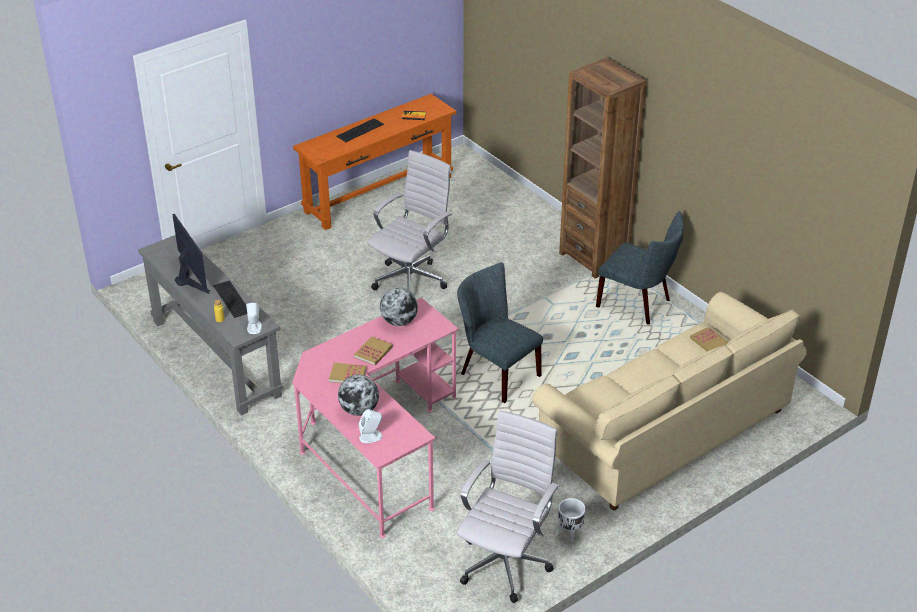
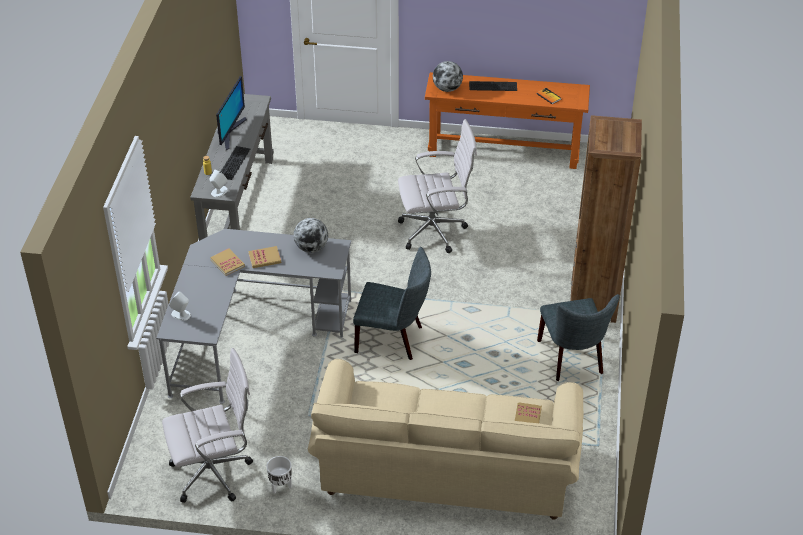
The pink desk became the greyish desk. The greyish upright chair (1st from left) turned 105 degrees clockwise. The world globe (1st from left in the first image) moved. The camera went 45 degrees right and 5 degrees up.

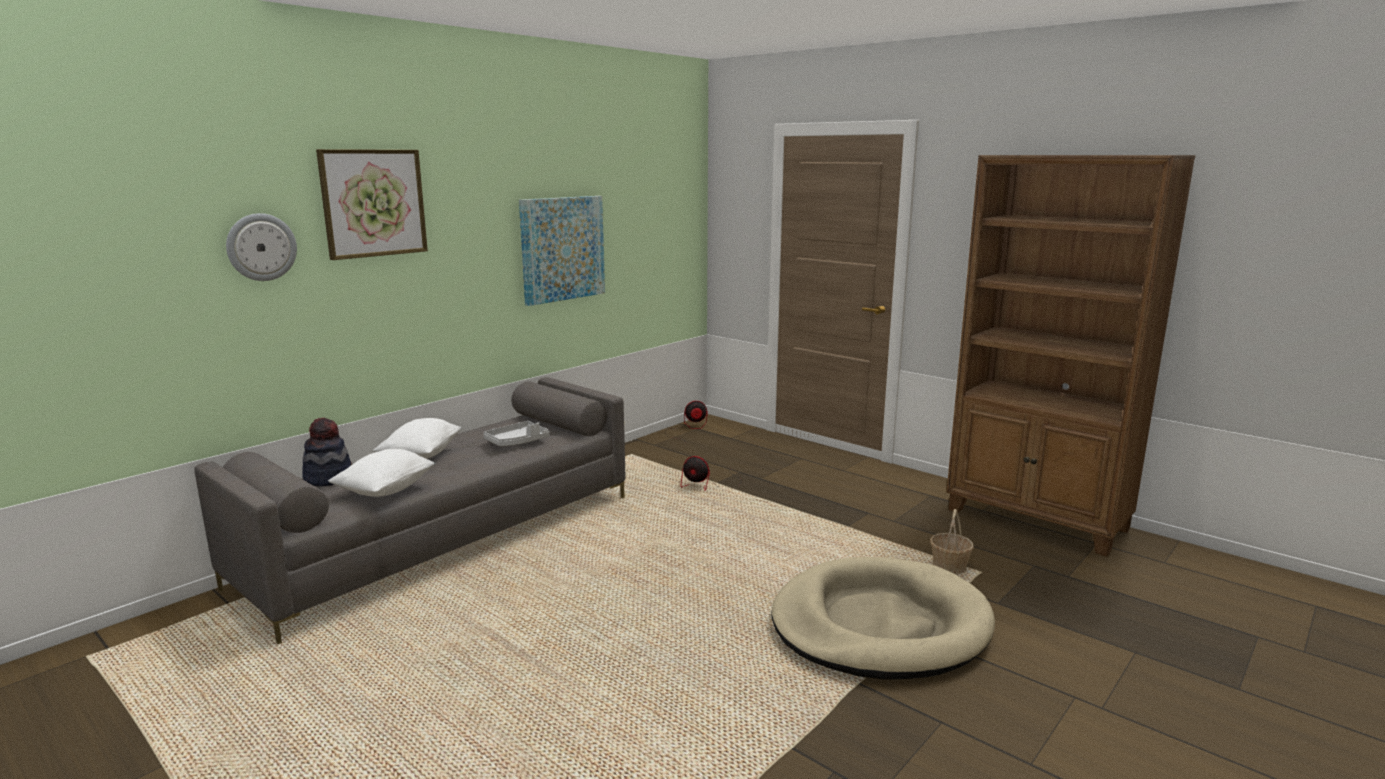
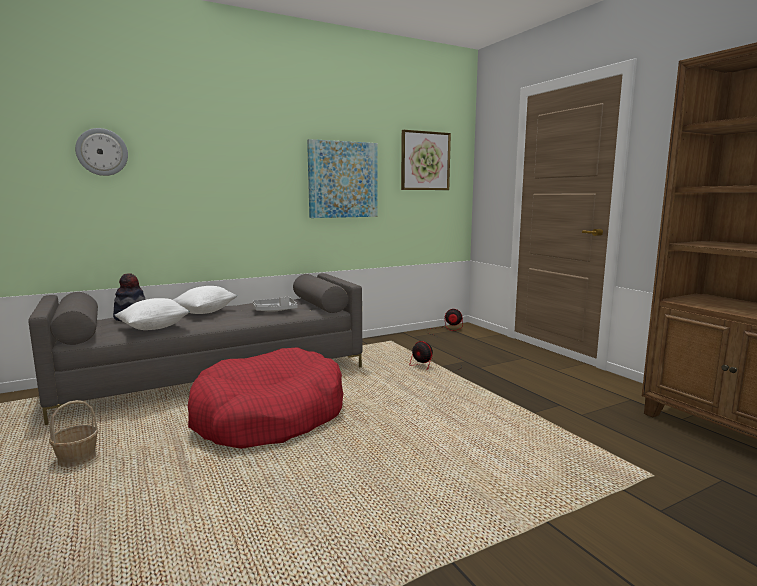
The storage basket moved. The red dog cushion appeared. The wall art (1st from left in the first image) moved. The sand-coloured dog cushion disappeared. The camera went 20 degrees right and 5 degrees down.

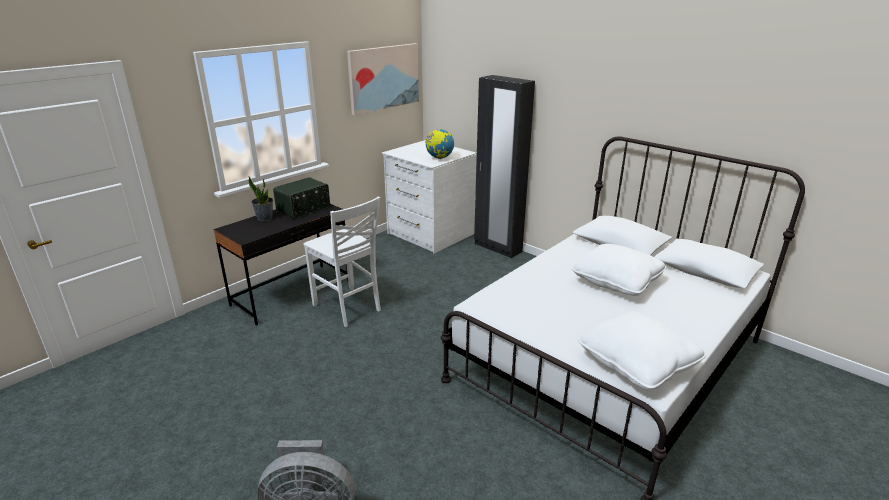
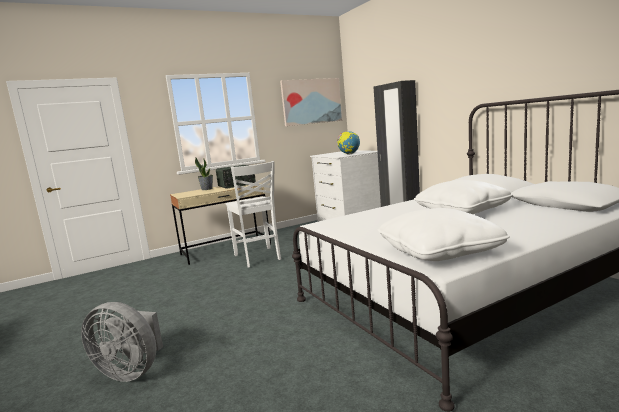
The blackish desk became the sand-coloured desk. The camera went 20 degrees right and 15 degrees down.

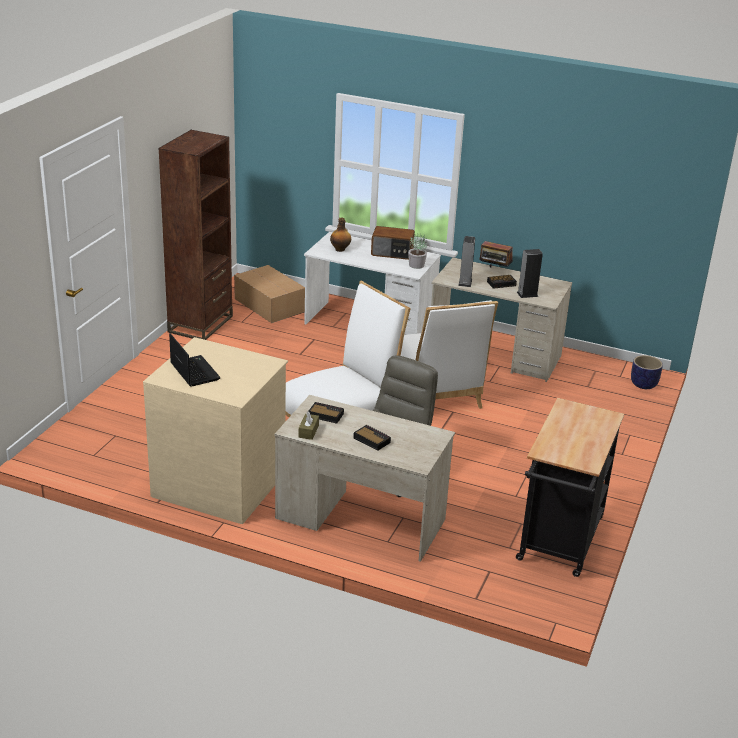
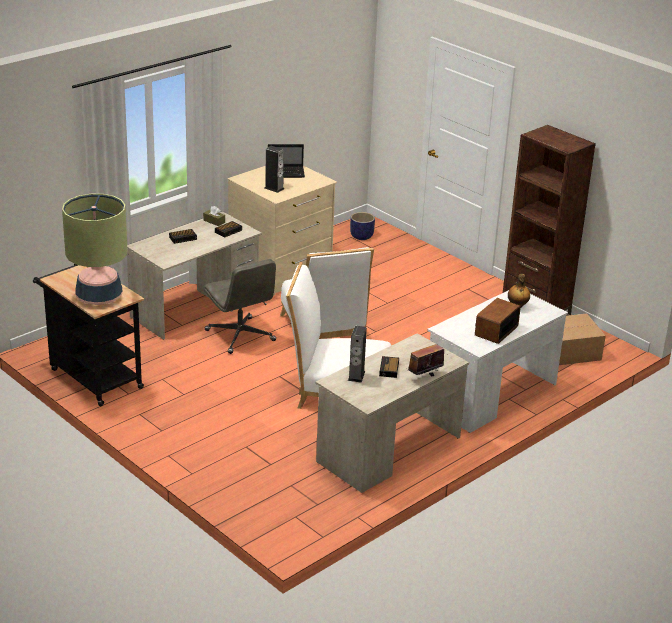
The tabletop lamp appeared. The speaker (1st from left) moved. The plant pot moved. The houseplant disappeared. The camera went 115 degrees right and 0 degrees up.

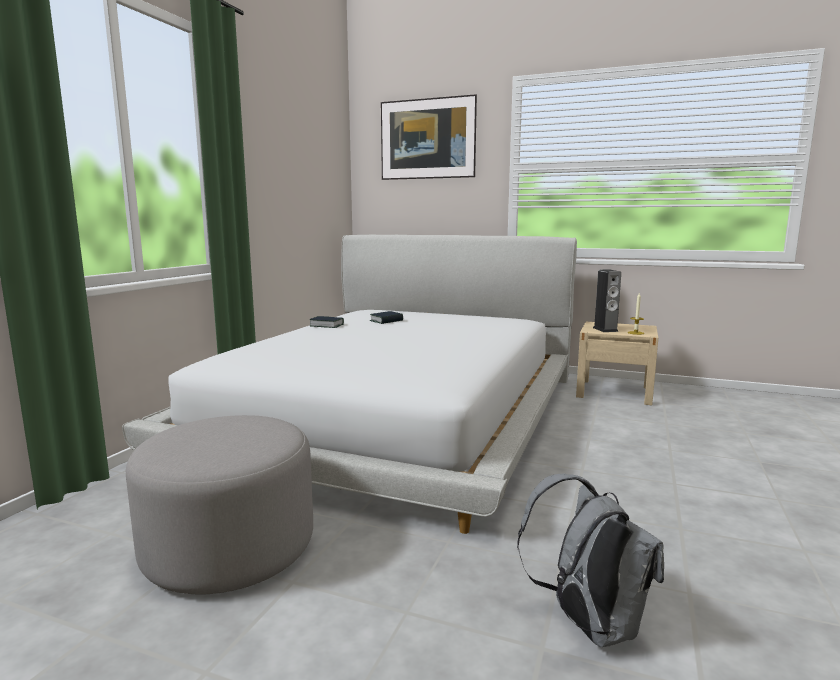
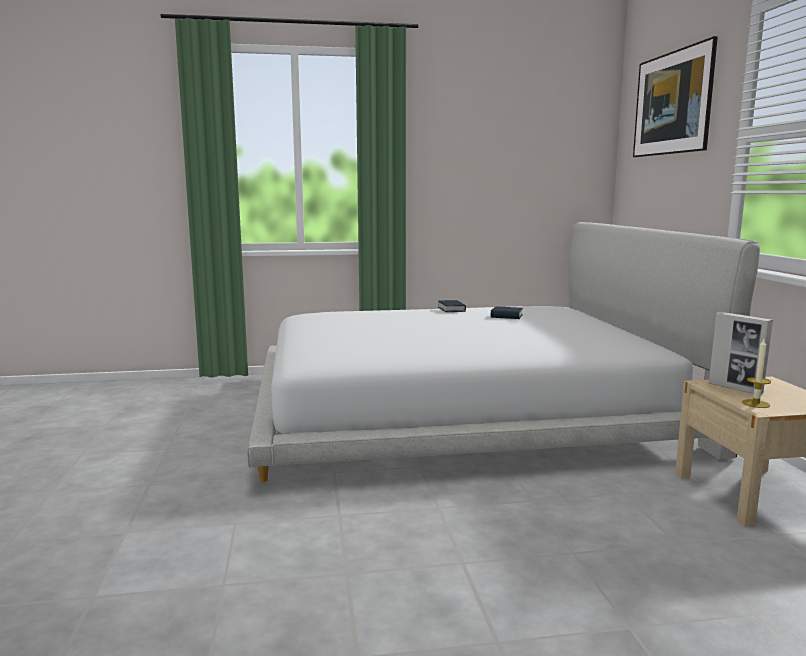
The speaker was replaced by the standing frame. The greyish pouffe disappeared. The greyish backpack disappeared. The camera went 60 degrees right and 0 degrees up.

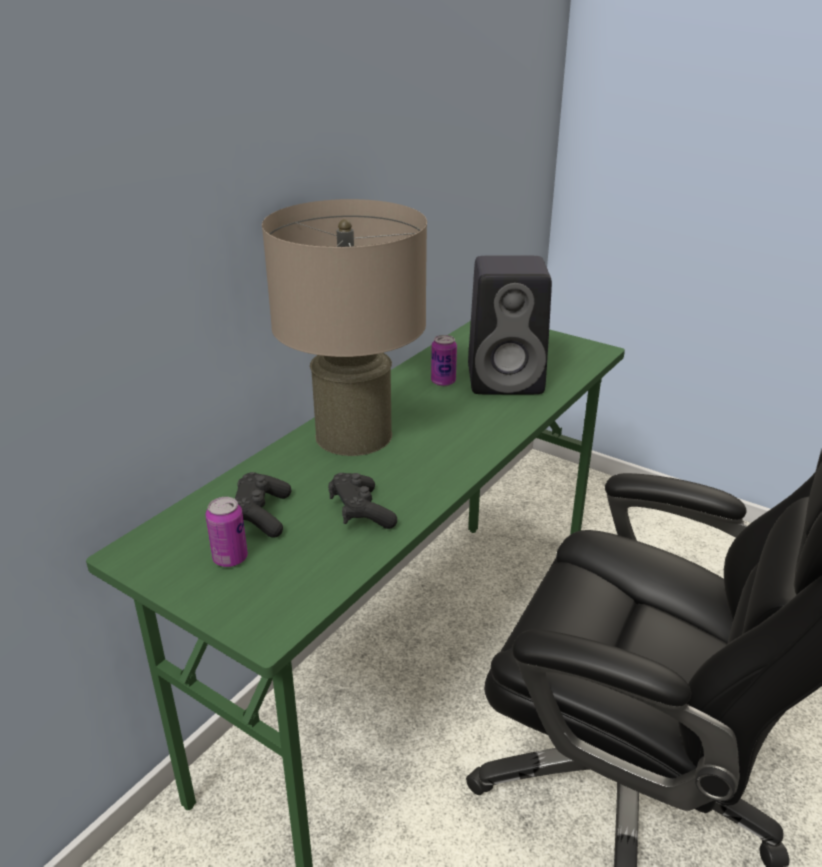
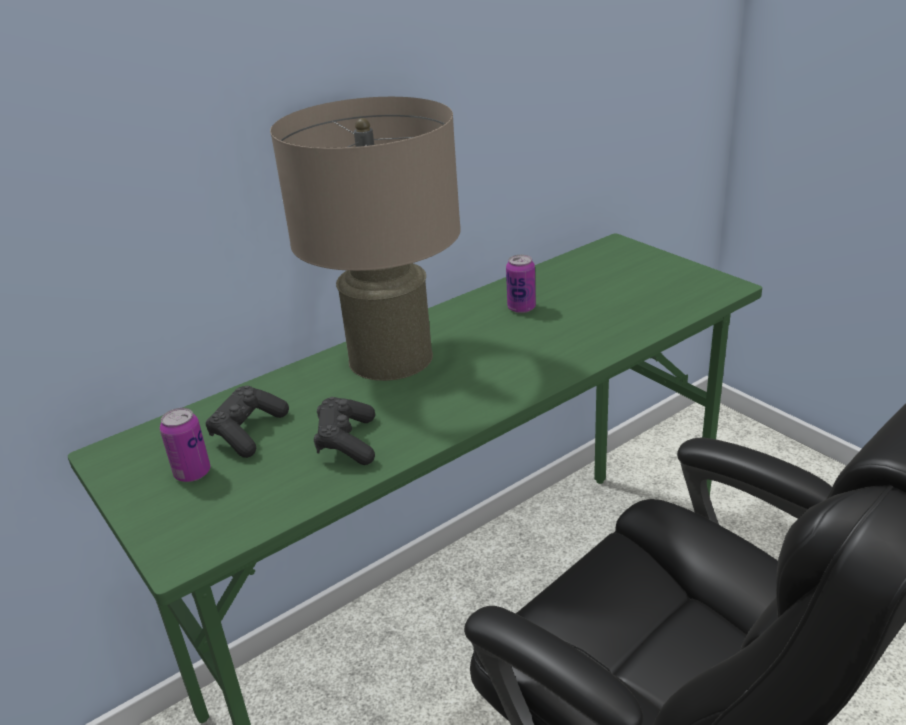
The blackish speaker disappeared. The camera went 20 degrees right and 0 degrees up.

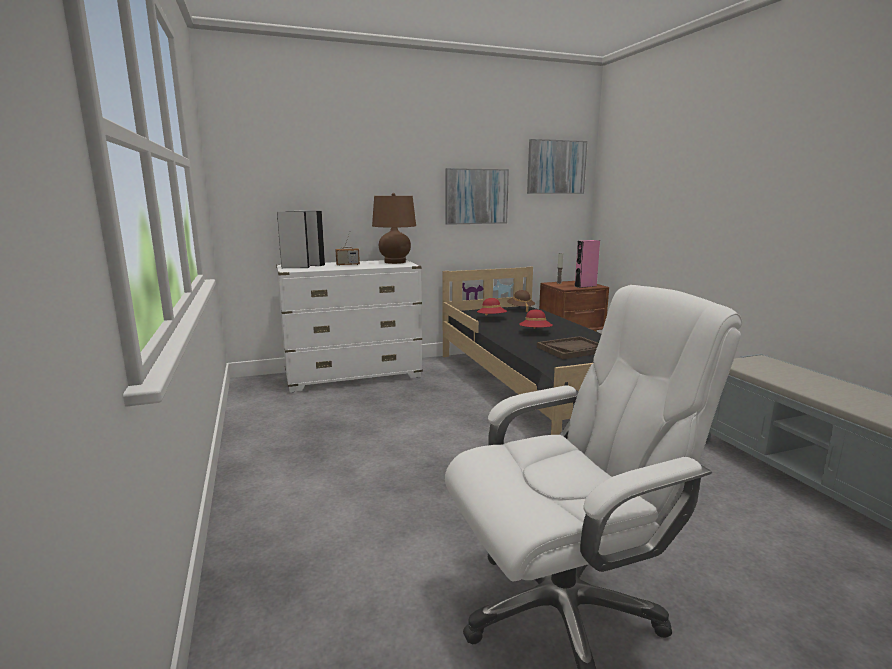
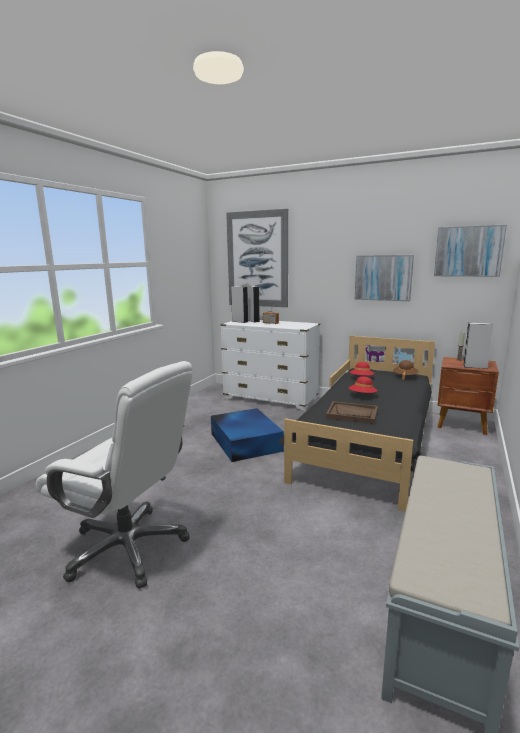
The blue storage container appeared. The wall art (1st from left) appeared. The pink speaker became the greyish speaker (3rd from left). The brown tabletop lamp disappeared. The camera went 45 degrees right and 0 degrees up.

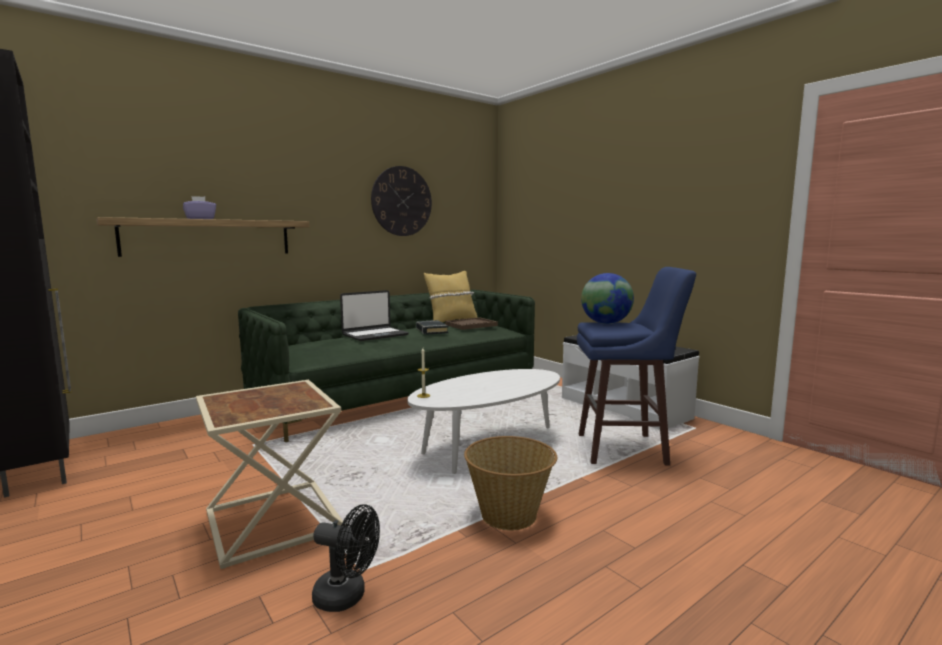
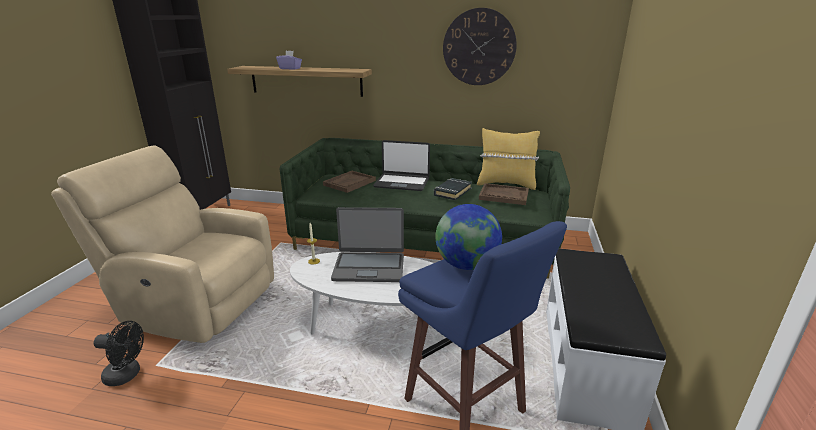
The sand-coloured accent table was replaced by the sand-coloured easy chair. The blackish electric fan turned 60 degrees counterclockwise. The brown carrying tray (1st from left) appeared. The laptop (1st from left) appeared. The storage basket disappeared. The camera went 50 degrees right and 15 degrees up.

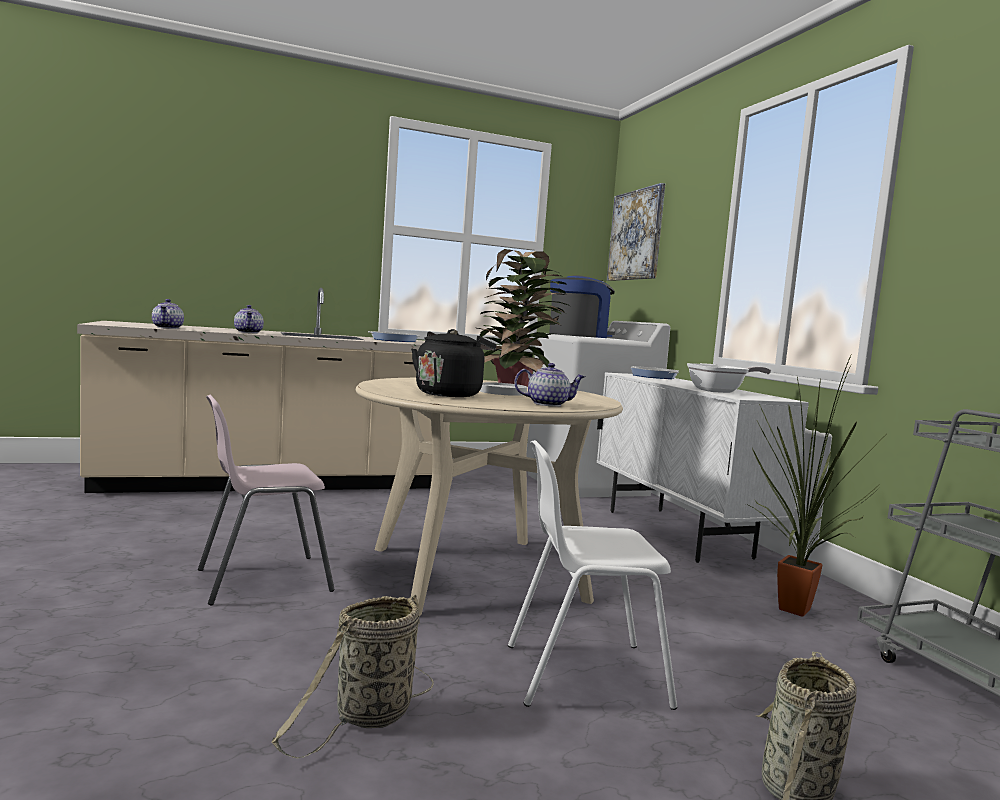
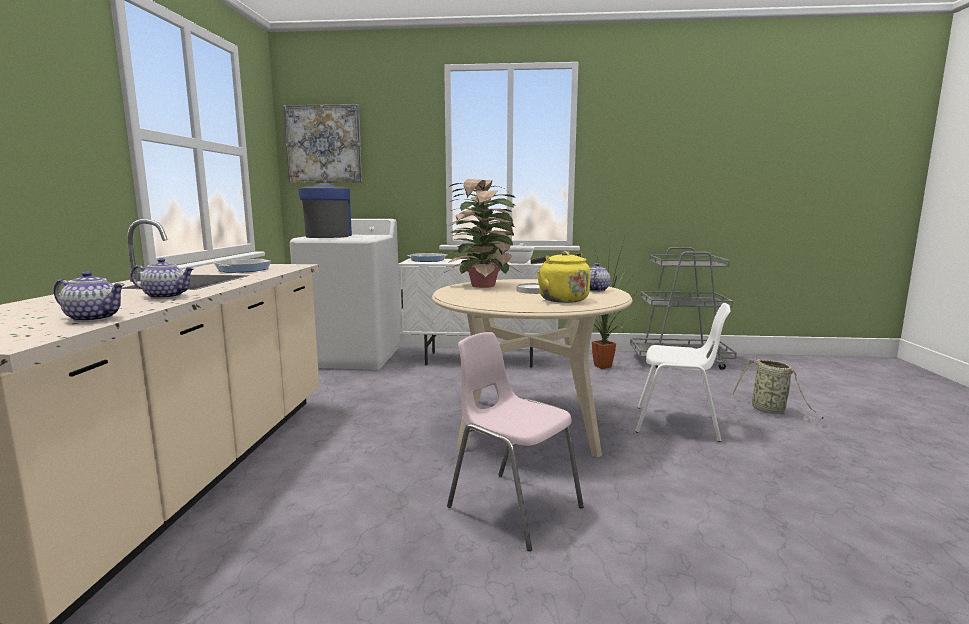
The pink upright chair turned 135 degrees clockwise. The blackish tea kettle became the yellow tea kettle. The whitish upright chair turned 90 degrees counterclockwise. The storage basket (1st from left) disappeared. The camera went 65 degrees left and 5 degrees up.

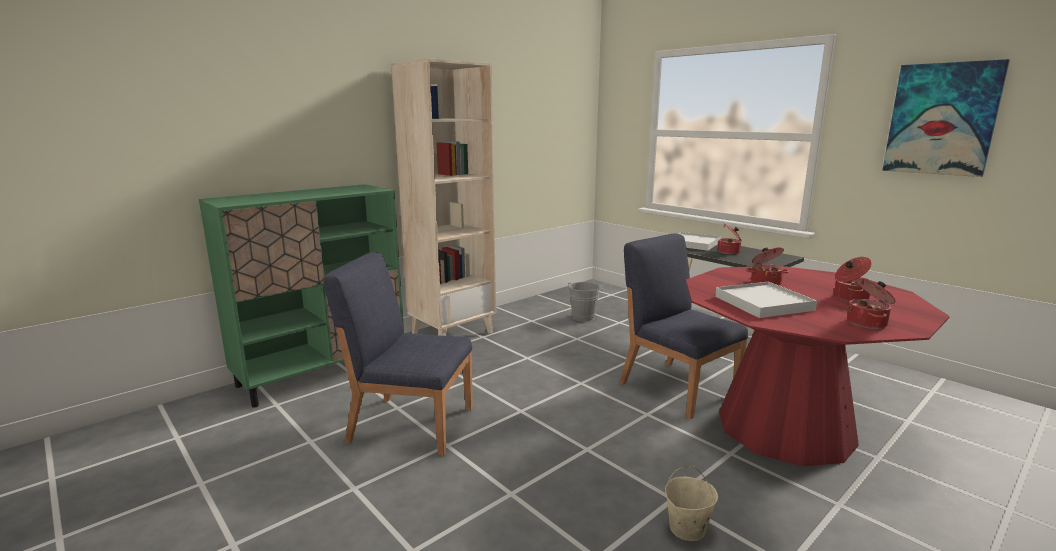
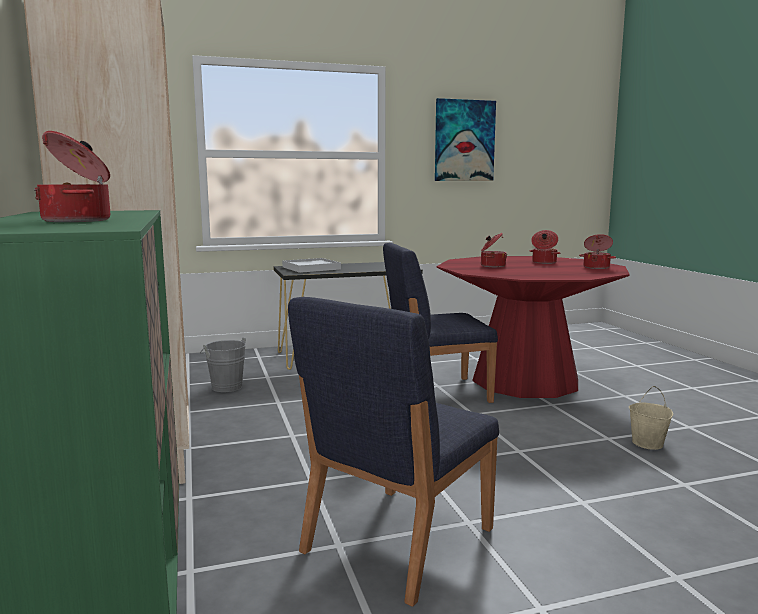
The stockpot (1st from left) moved. The whitish carrying tray (2nd from left) disappeared. The camera went 65 degrees left and 5 degrees down.

